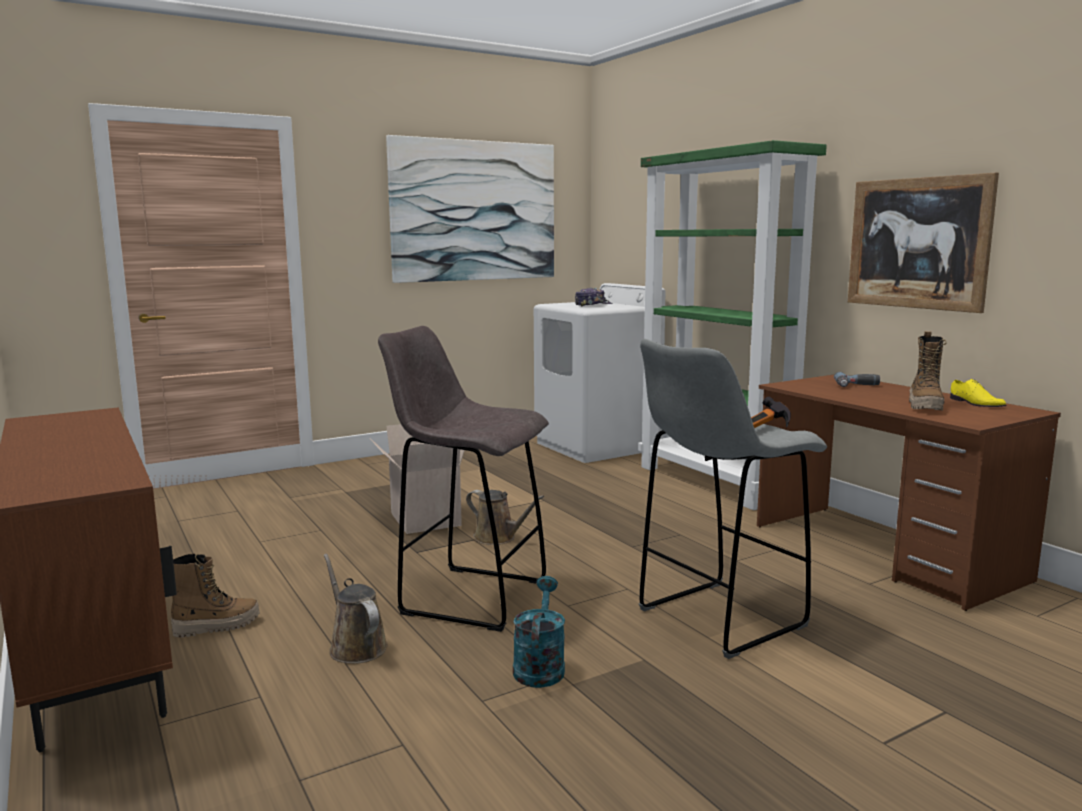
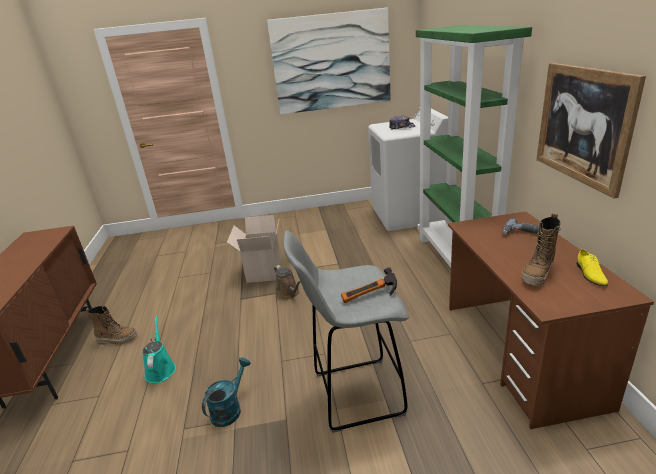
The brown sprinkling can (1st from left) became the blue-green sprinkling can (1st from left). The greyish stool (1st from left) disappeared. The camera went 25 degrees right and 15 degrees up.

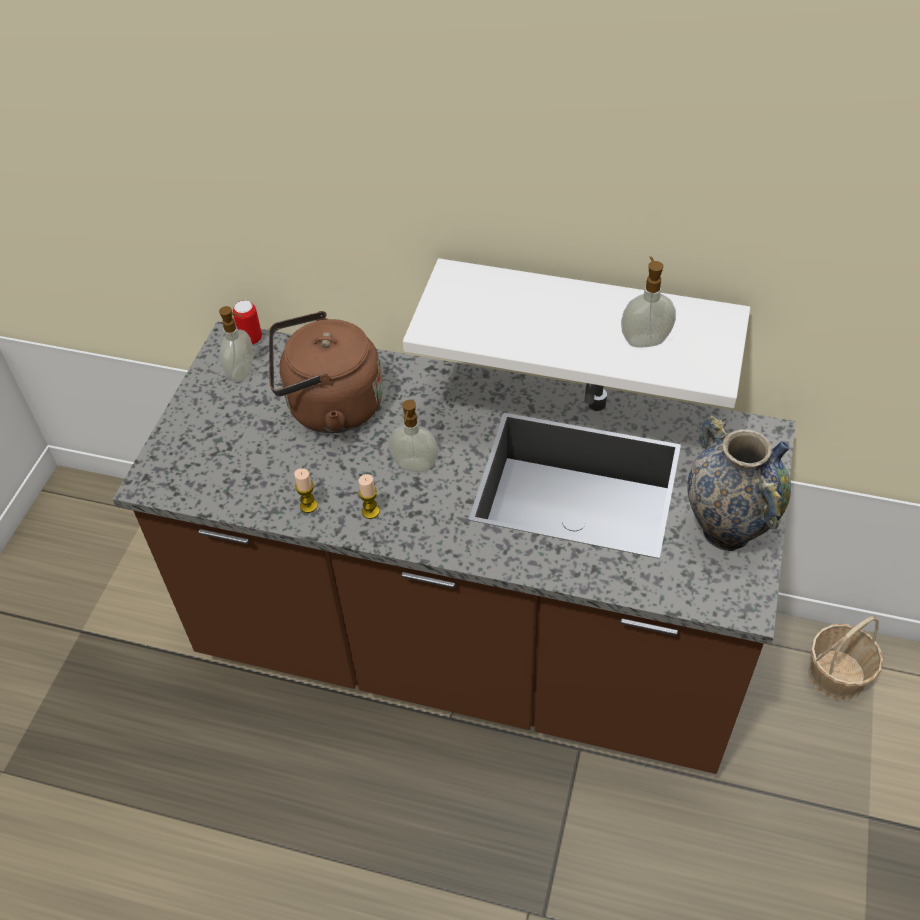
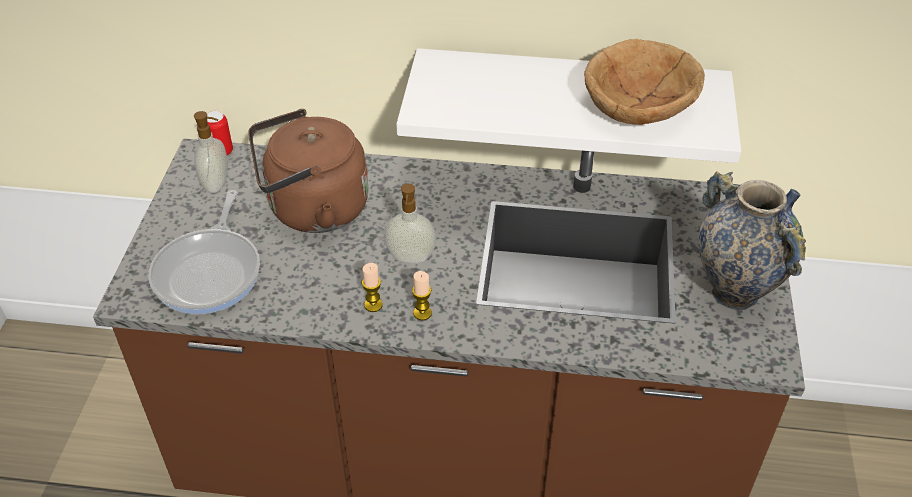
The pan appeared. The wax candle (1st from left in the first image) moved. The soap bottle (3rd from left) was replaced by the brown serving bowl. The storage basket disappeared. The camera went 10 degrees left and 5 degrees down.

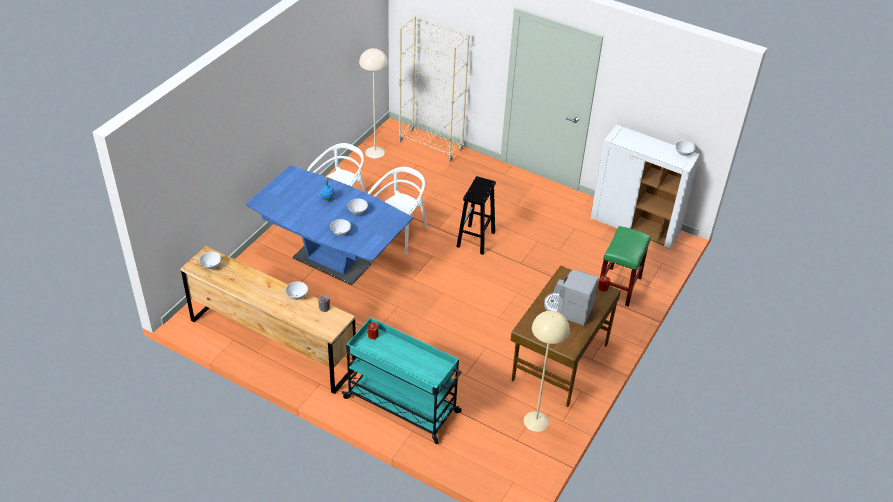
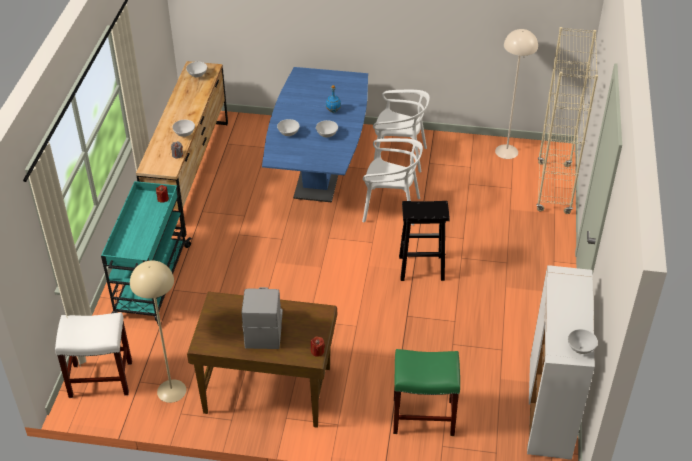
The whitish stool appeared. The camera went 70 degrees right and 0 degrees up.

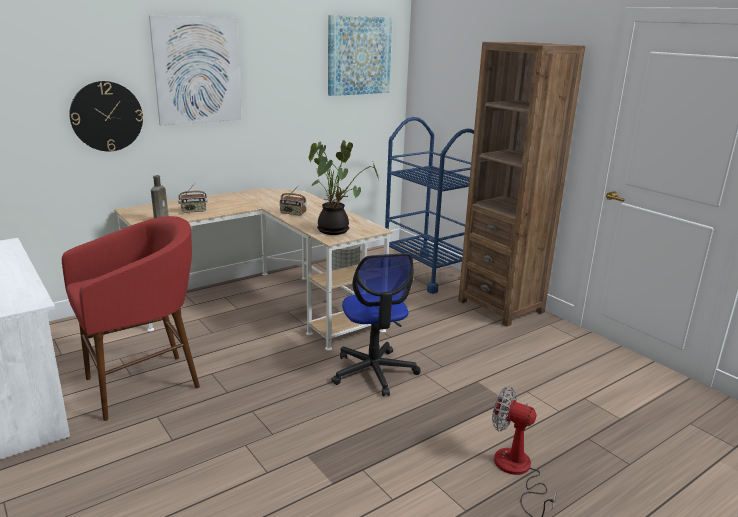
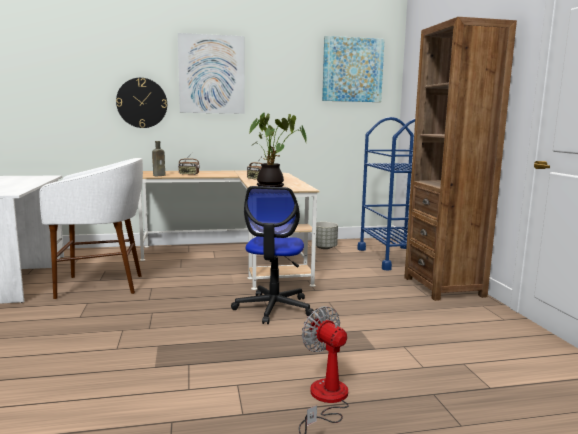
The red stool became the whitish stool. The camera went 25 degrees right and 10 degrees down.

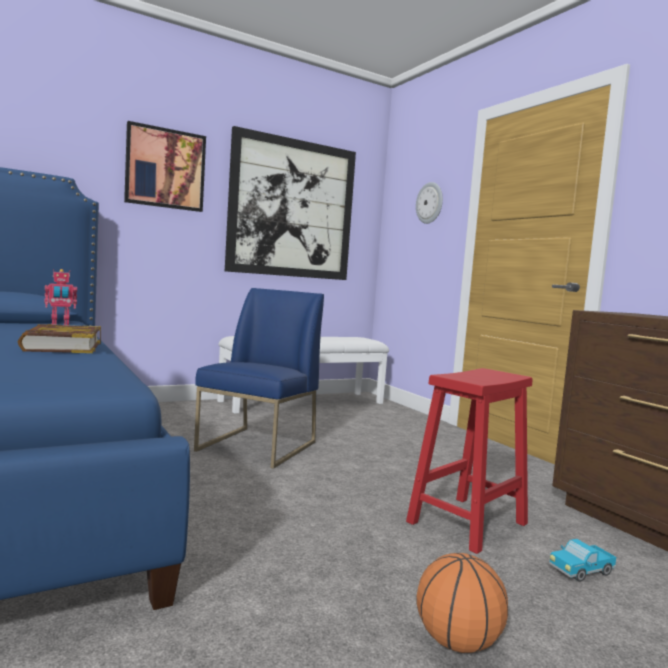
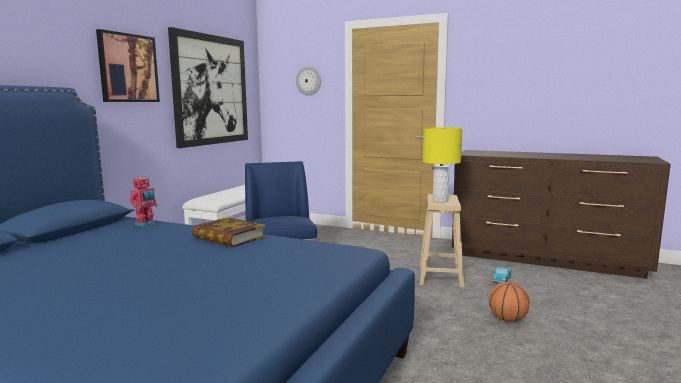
The red stool became the sand-coloured stool. The yellow tabletop lamp appeared. The camera went 35 degrees left and 5 degrees up.

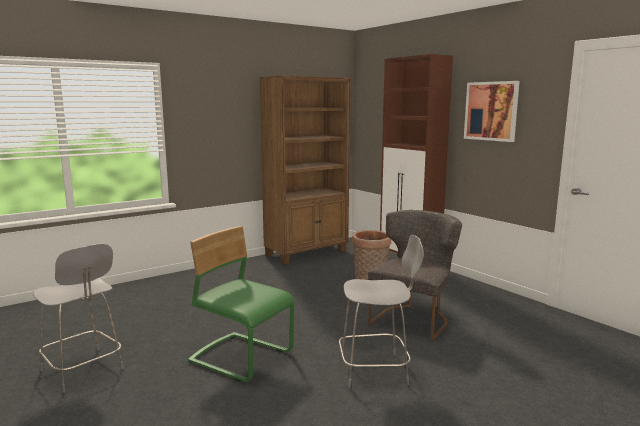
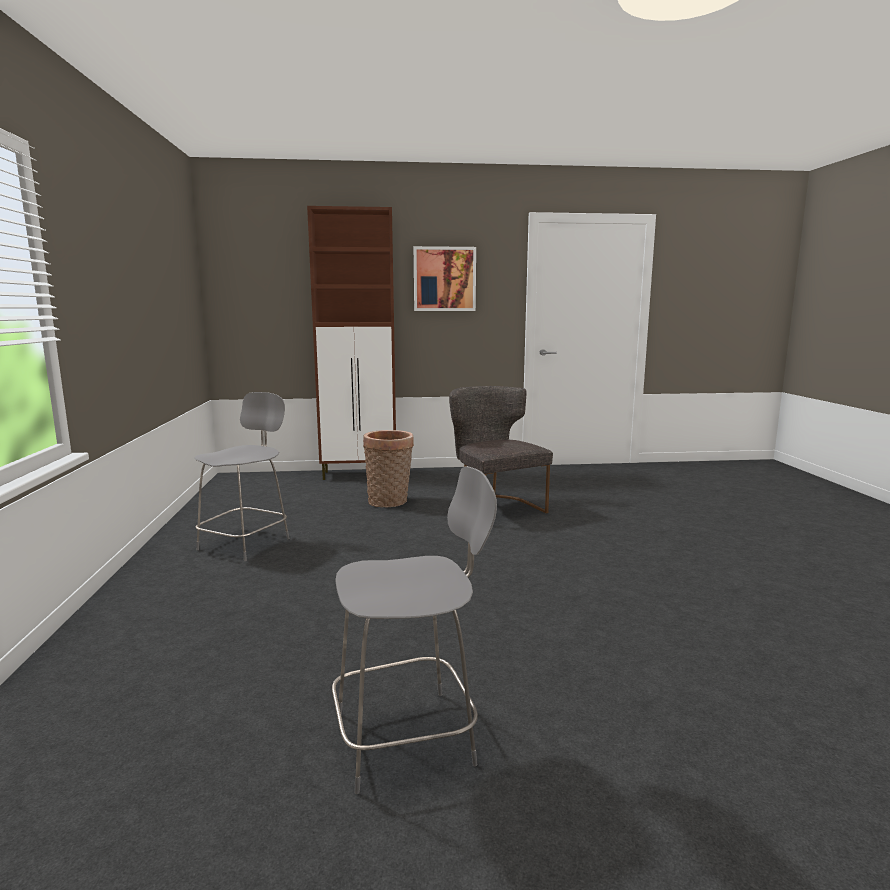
The greyish stool (2nd from left in the first image) moved. The green-coloured upright chair disappeared. The brown bookshelf disappeared. The camera went 60 degrees left and 0 degrees up.

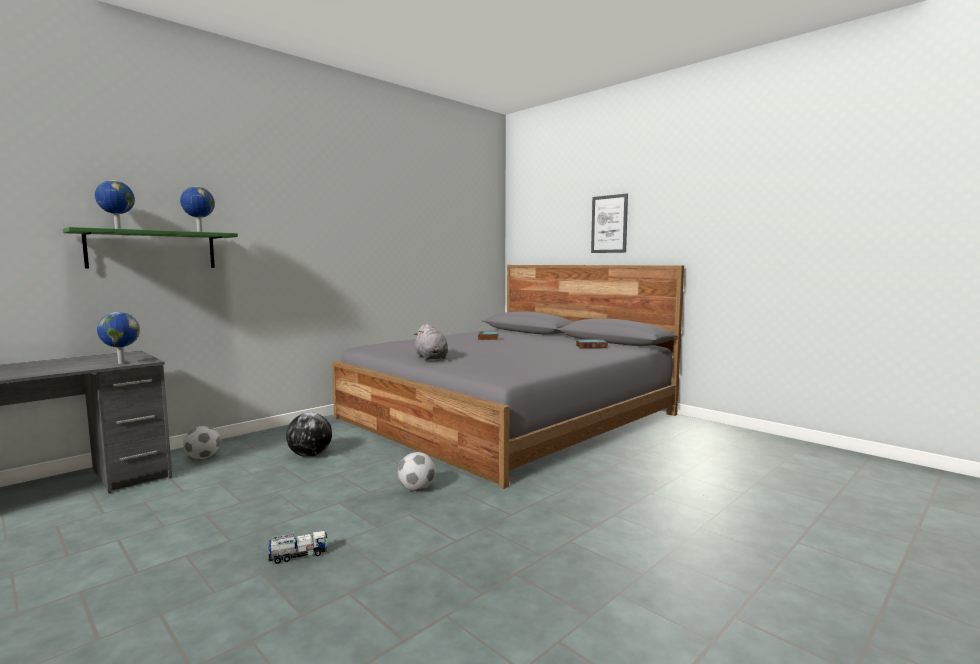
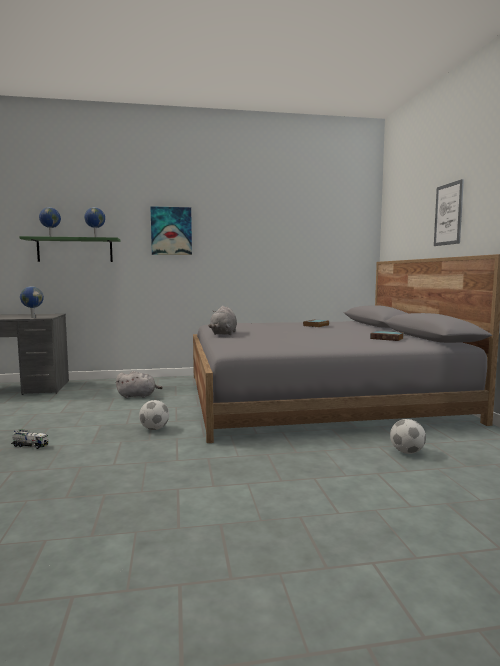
The world globe (4th from left) was replaced by the greyish plush toy (1st from left). The wall art (1st from left) appeared. The ball for football (1st from left in the first image) moved. The camera went 35 degrees right and 0 degrees up.

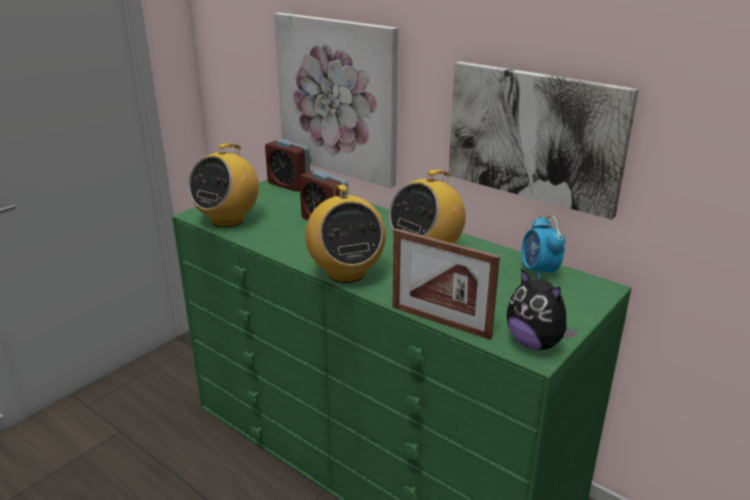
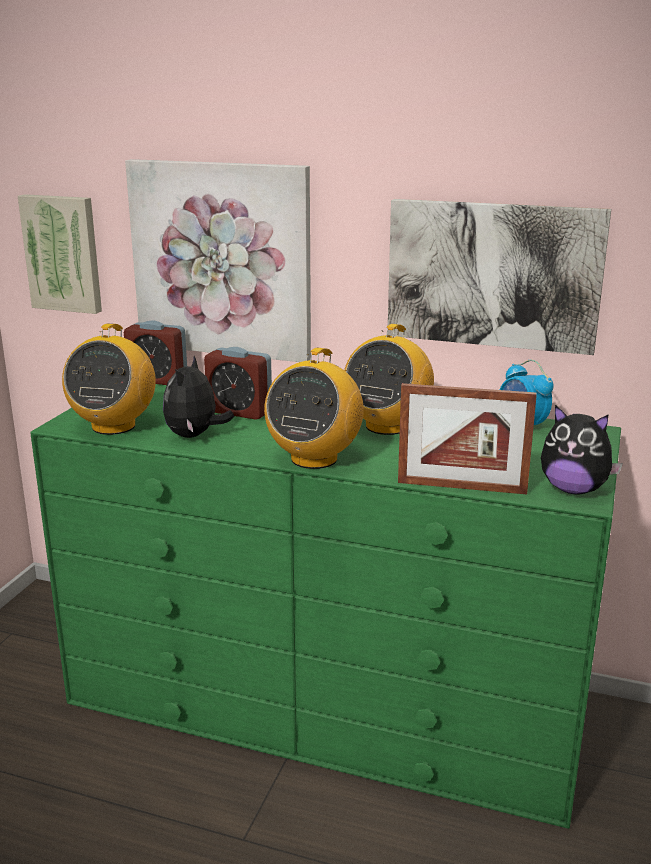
The wall art (1st from left) appeared. The plush toy (1st from left) appeared. The radio set (2nd from left) turned 60 degrees clockwise. The camera went 20 degrees left and 5 degrees down.

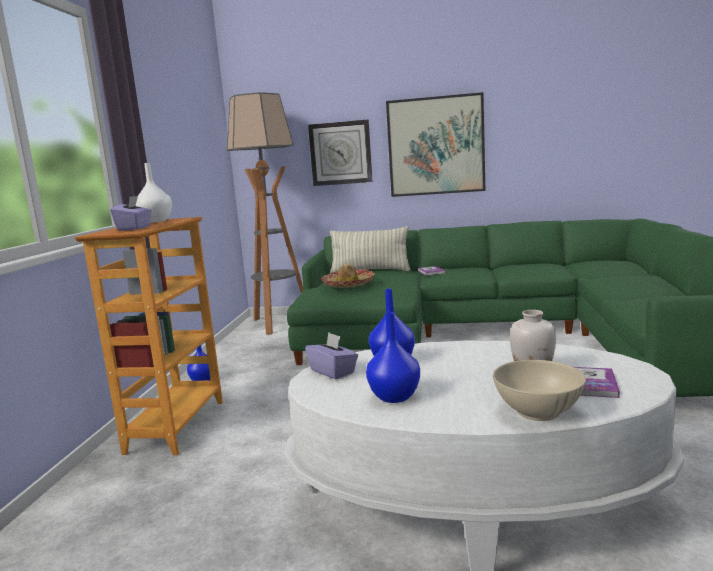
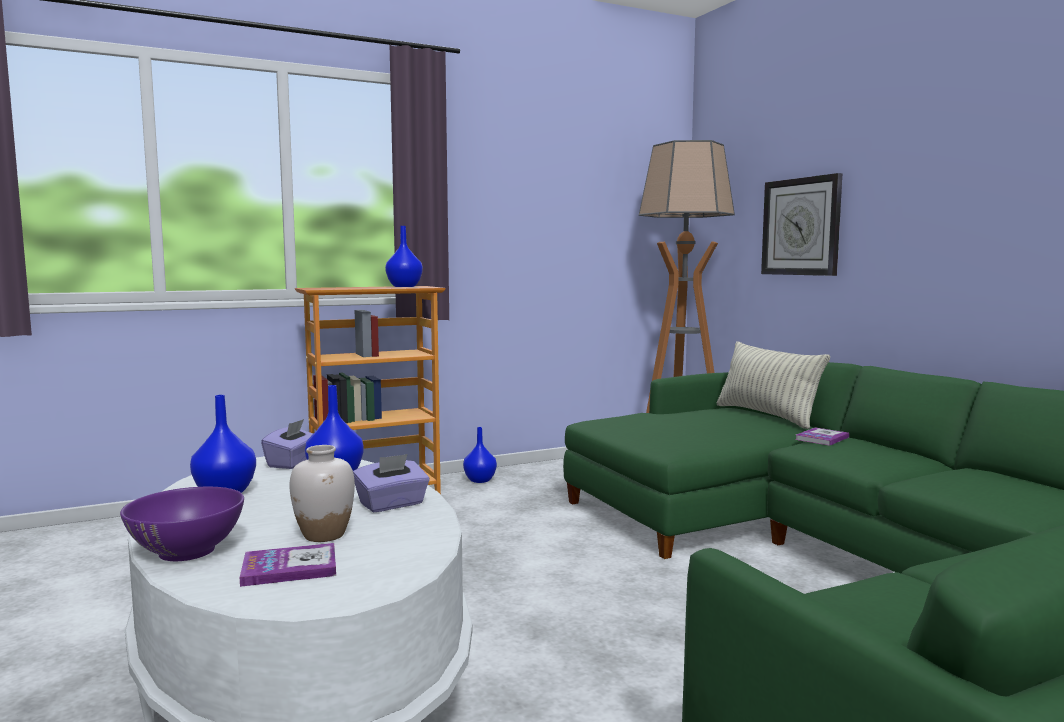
The sand-coloured serving bowl became the purplish serving bowl. The purplish box of tissues (1st from left in the first image) moved. The whitish vase (1st from left) became the blue vase (3rd from left). The hat disappeared. The wall art disappeared. The camera went 55 degrees right and 5 degrees down.

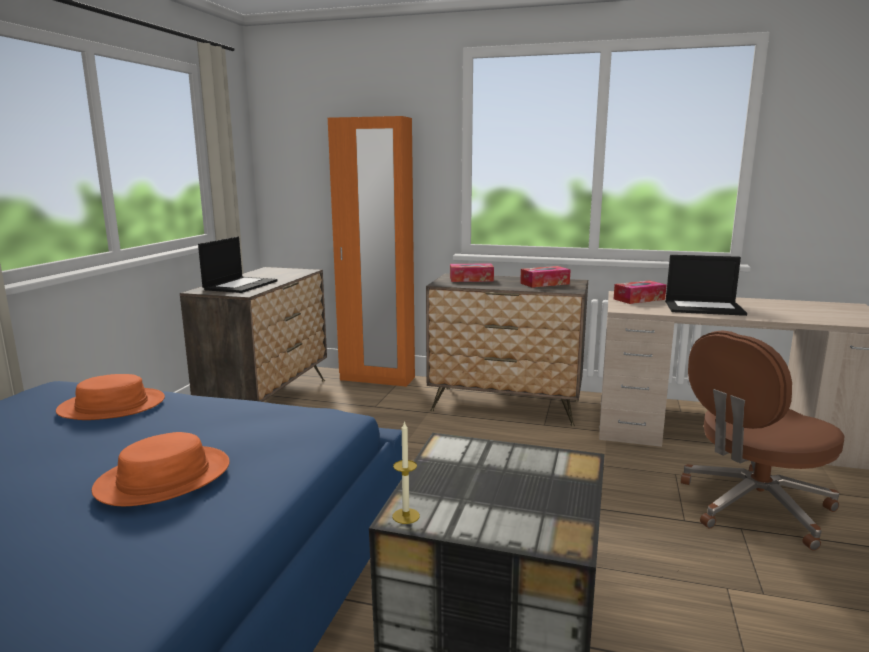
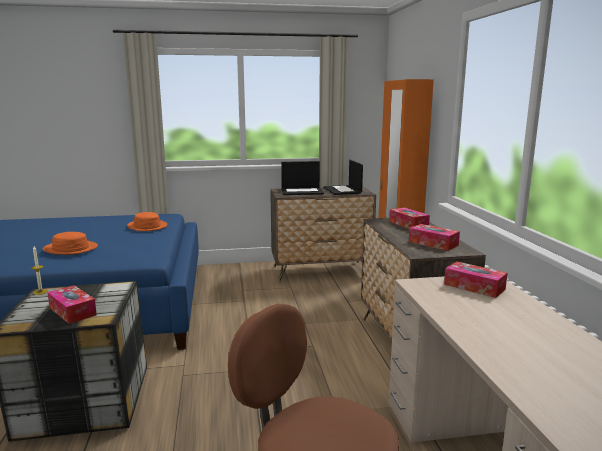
The box of tissues (1st from left) appeared. The laptop (2nd from left) moved. The camera went 65 degrees right and 0 degrees up.

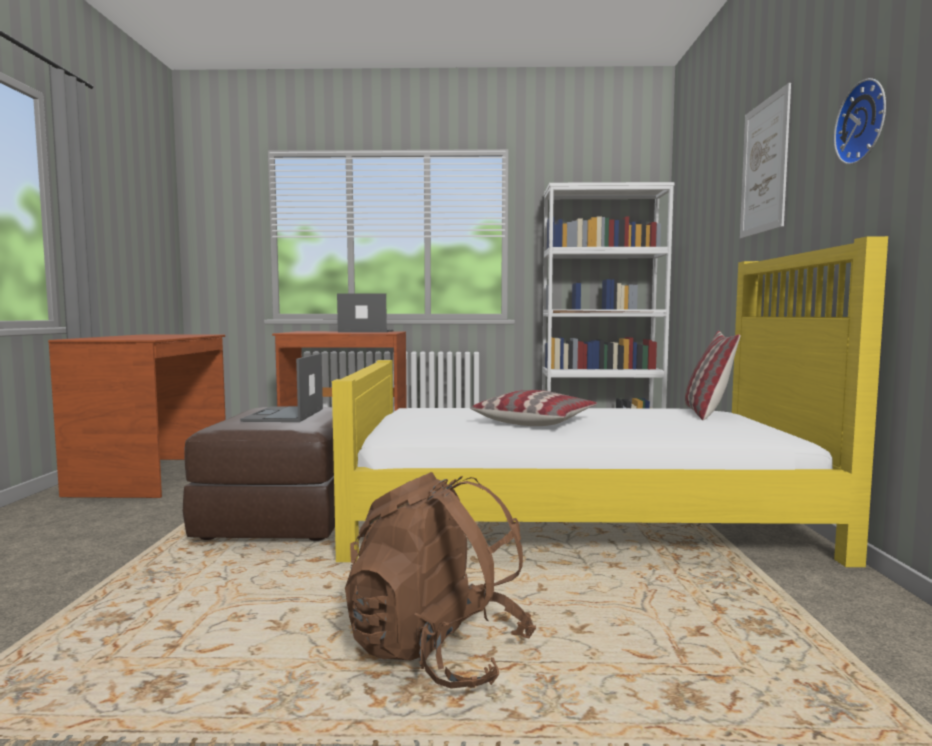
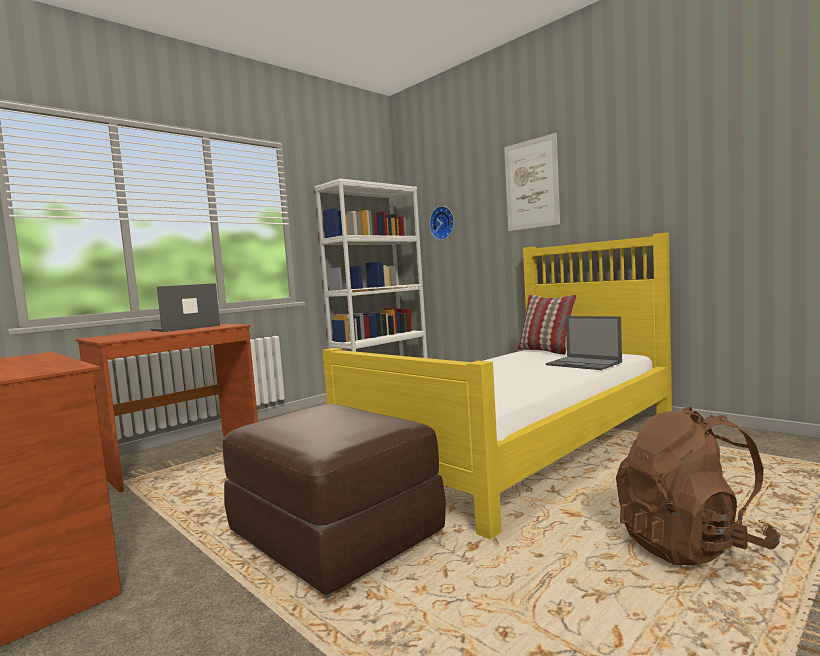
The clock on the wall moved. The laptop (1st from left in the first image) moved. The throw pillow (1st from left) disappeared. The camera went 45 degrees left and 0 degrees up.

